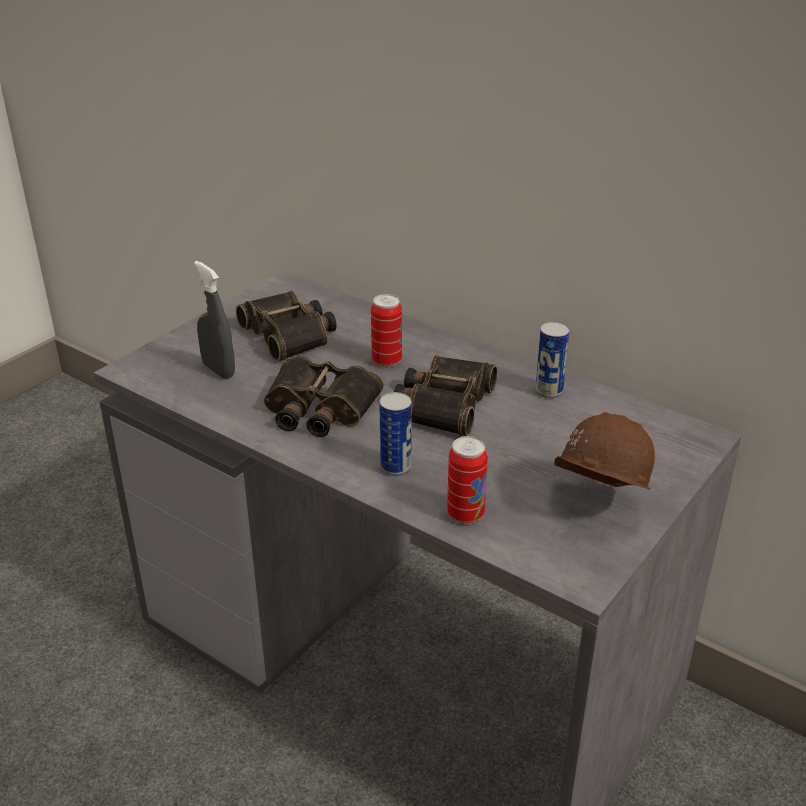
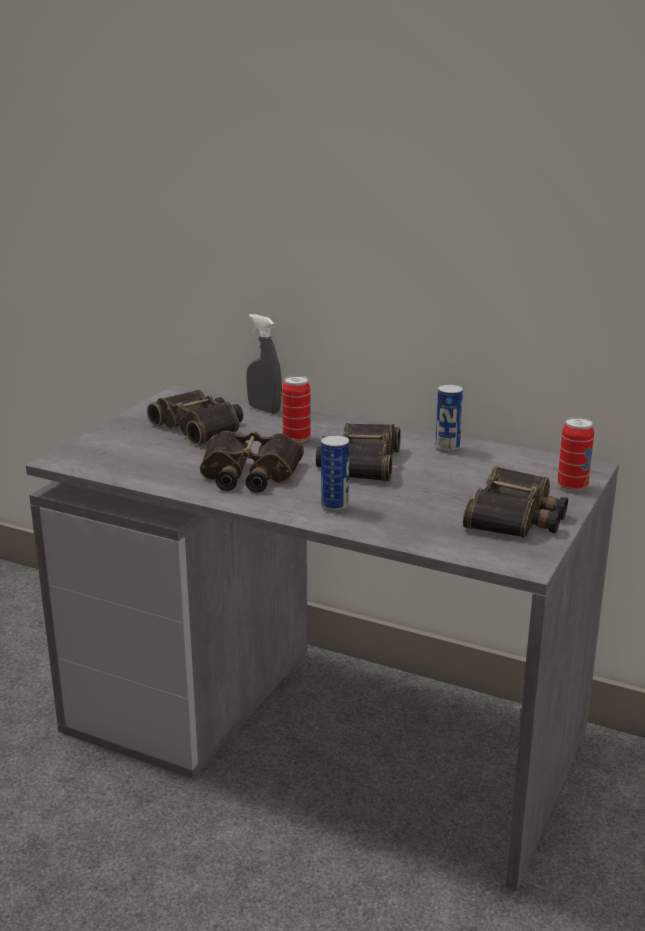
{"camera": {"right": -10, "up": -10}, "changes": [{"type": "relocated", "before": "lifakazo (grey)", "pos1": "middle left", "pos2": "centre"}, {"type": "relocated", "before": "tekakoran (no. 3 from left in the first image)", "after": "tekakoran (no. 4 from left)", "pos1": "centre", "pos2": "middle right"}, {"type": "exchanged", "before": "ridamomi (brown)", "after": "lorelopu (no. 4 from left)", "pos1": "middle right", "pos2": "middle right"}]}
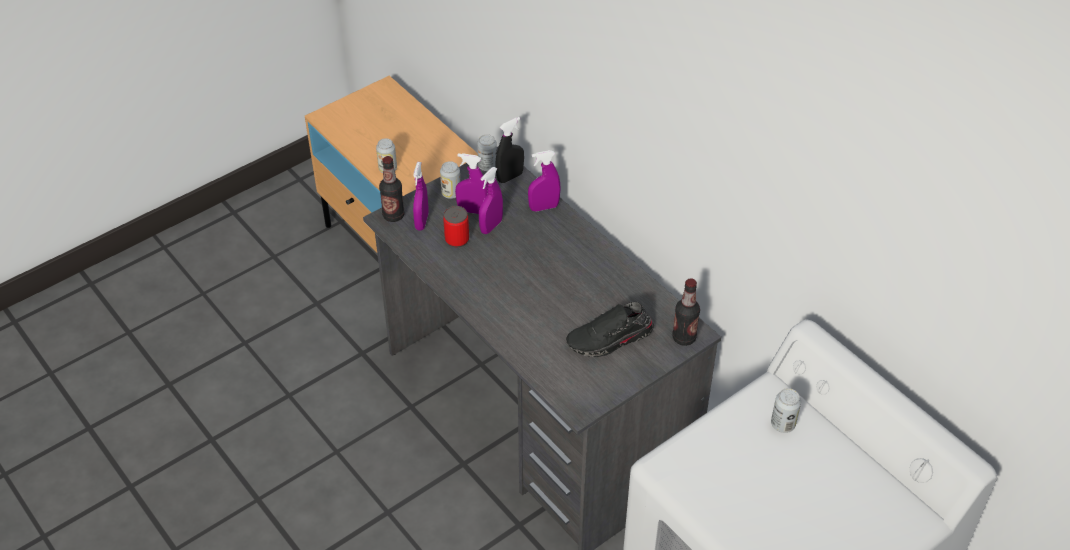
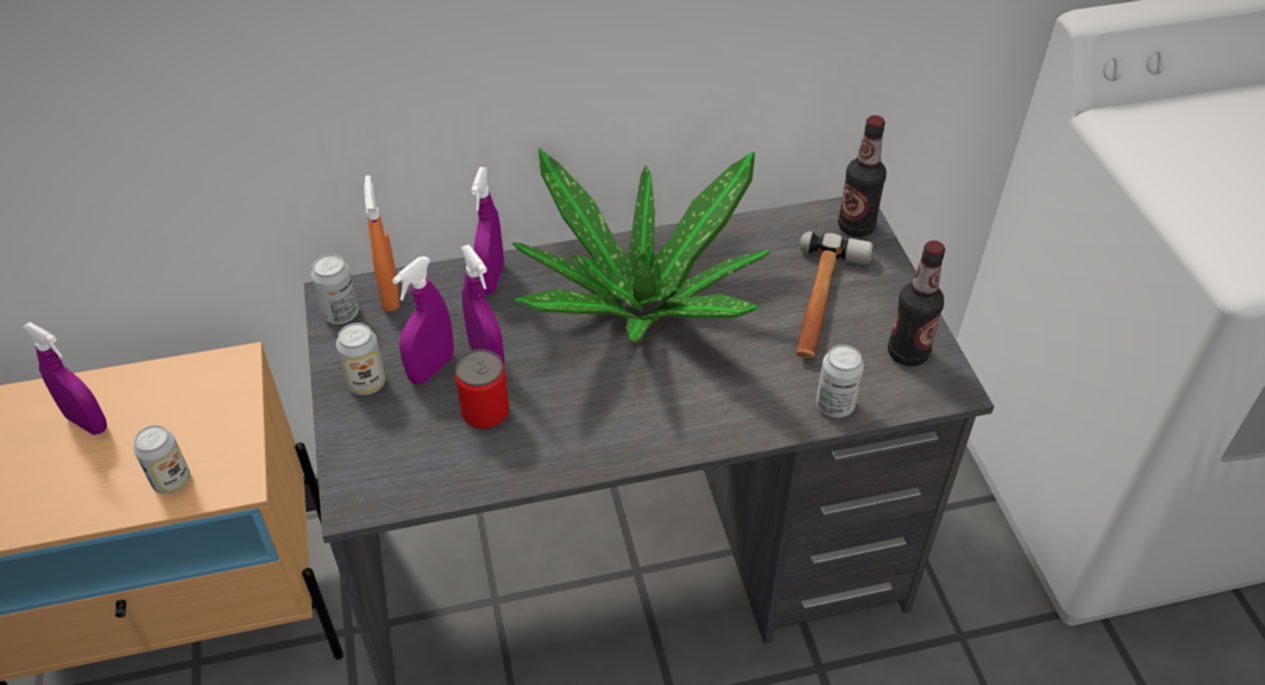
{"camera": {"right": -65, "up": 0}, "changes": [{"type": "relocated", "before": "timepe (no. 1 from left in the first image)", "after": "timepe (no. 2 from left)", "pos1": "centre", "pos2": "middle right"}, {"type": "relocated", "before": "lifakazo (purple) (no. 1 from left)", "pos1": "centre", "pos2": "middle left"}, {"type": "colour", "before": "lifakazo (black)", "after": "lifakazo (orange)", "pos1": "top centre", "pos2": "middle left"}, {"type": "exchanged", "before": "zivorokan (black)", "after": "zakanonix", "pos1": "centre", "pos2": "centre"}, {"type": "relocated", "before": "tekakoran (no. 5 from left)", "pos1": "bottom right", "pos2": "centre"}, {"type": "appeared", "after": "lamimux", "pos2": "centre"}]}
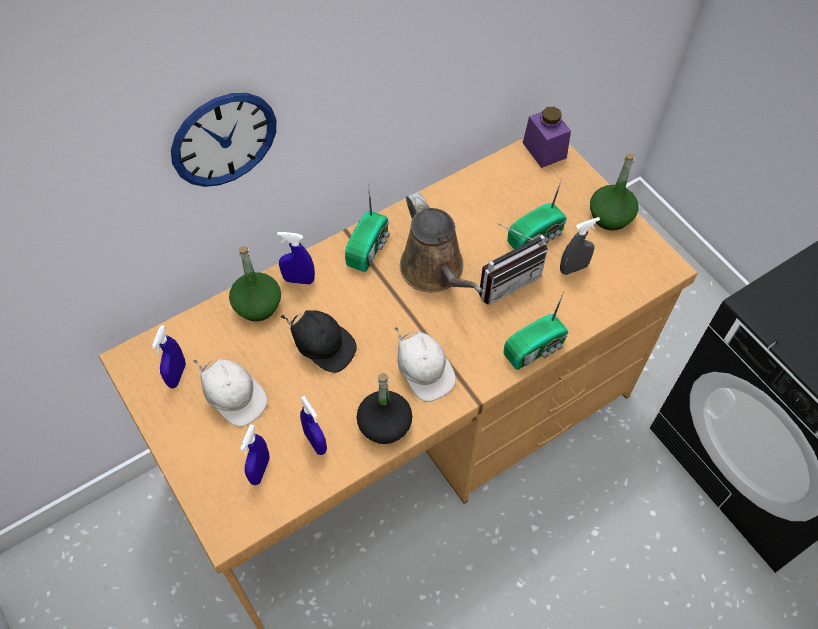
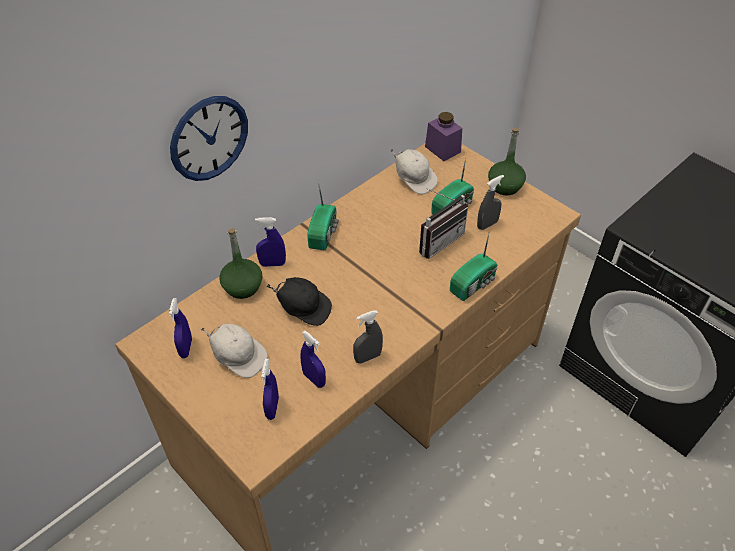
{"camera": {"right": -10, "up": -10}, "changes": [{"type": "exchanged", "before": "timepe (black)", "after": "lifakazo (grey) (no. 1 from left)", "pos1": "centre", "pos2": "centre"}, {"type": "relocated", "before": "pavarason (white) (no. 2 from left)", "pos1": "centre", "pos2": "top centre"}, {"type": "missing", "before": "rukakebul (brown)", "pos1": "centre"}]}
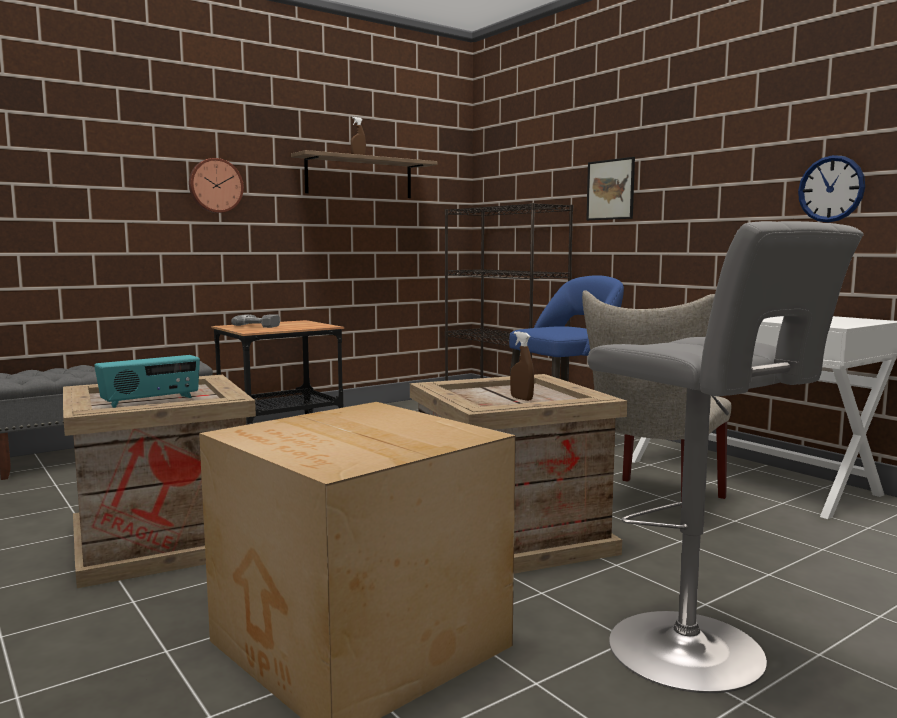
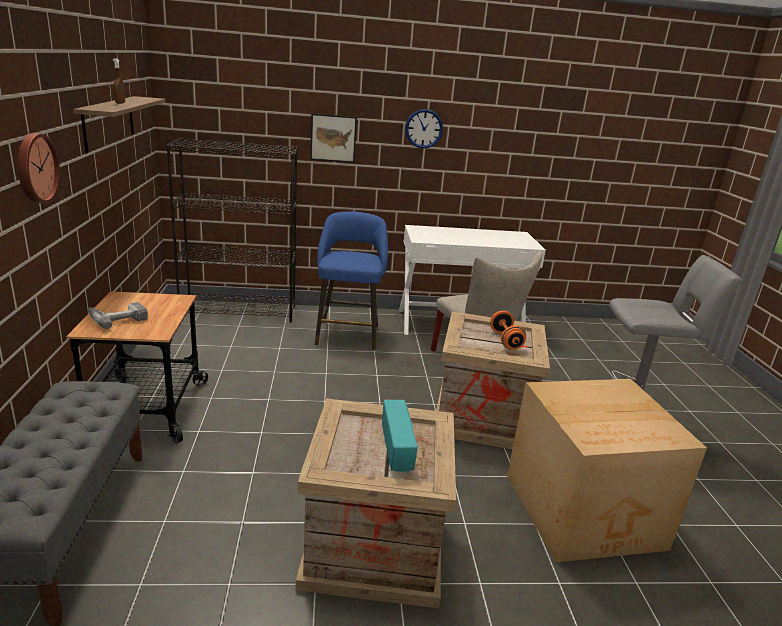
{"camera": {"right": -60, "up": 15}, "changes": [{"type": "exchanged", "before": "lifakazo (brown) (no. 2 from left)", "after": "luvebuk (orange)", "pos1": "centre", "pos2": "centre"}, {"type": "relocated", "before": "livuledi (no. 2 from left)", "pos1": "top right", "pos2": "top centre"}]}
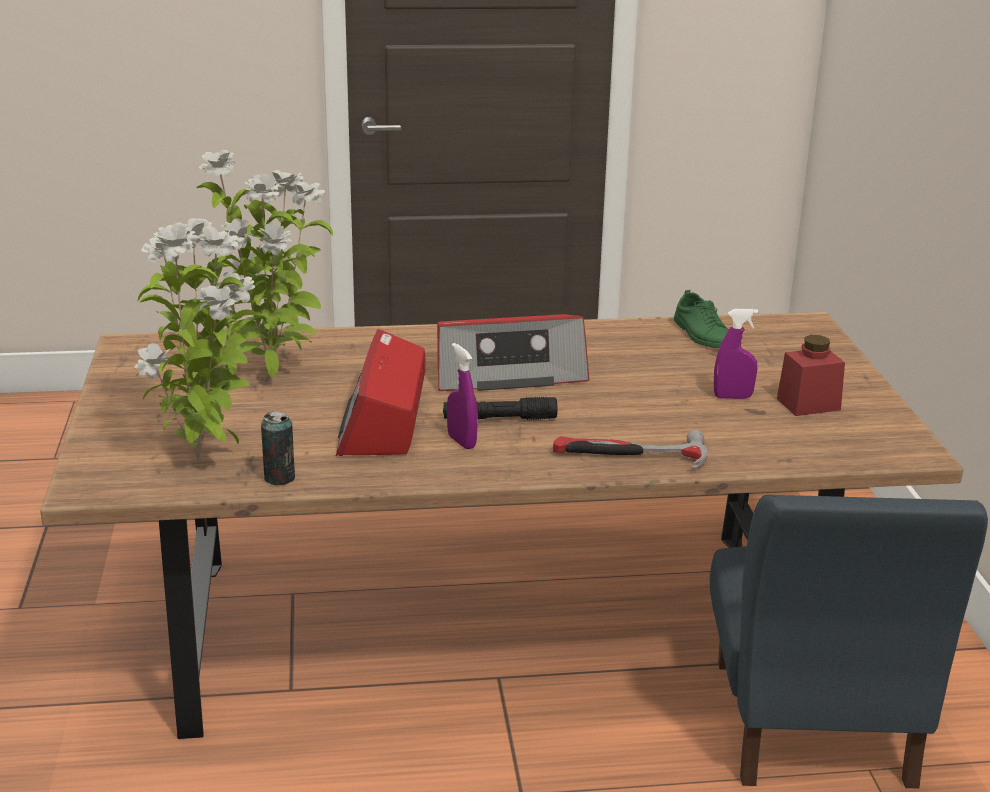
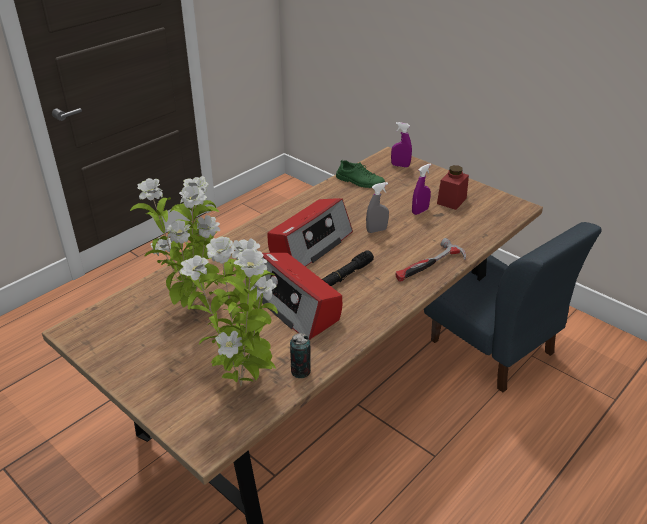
{"camera": {"right": -40, "up": 10}, "changes": [{"type": "relocated", "before": "lifakazo (purple) (no. 1 from left)", "pos1": "centre", "pos2": "top centre"}, {"type": "appeared", "after": "lifakazo (grey)", "pos2": "centre"}]}
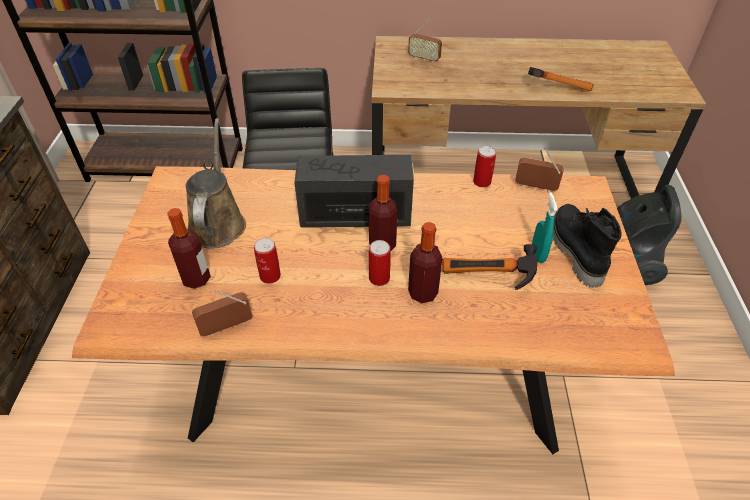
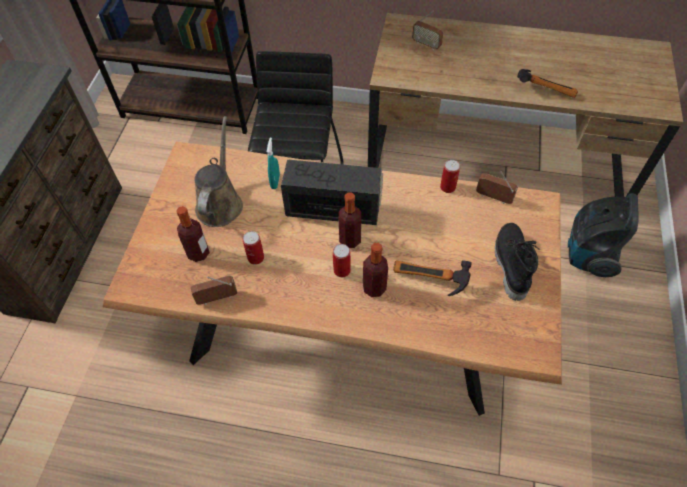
{"camera": {"right": 10, "up": 10}, "changes": [{"type": "relocated", "before": "lifakazo (turquoise)", "pos1": "middle right", "pos2": "centre"}]}
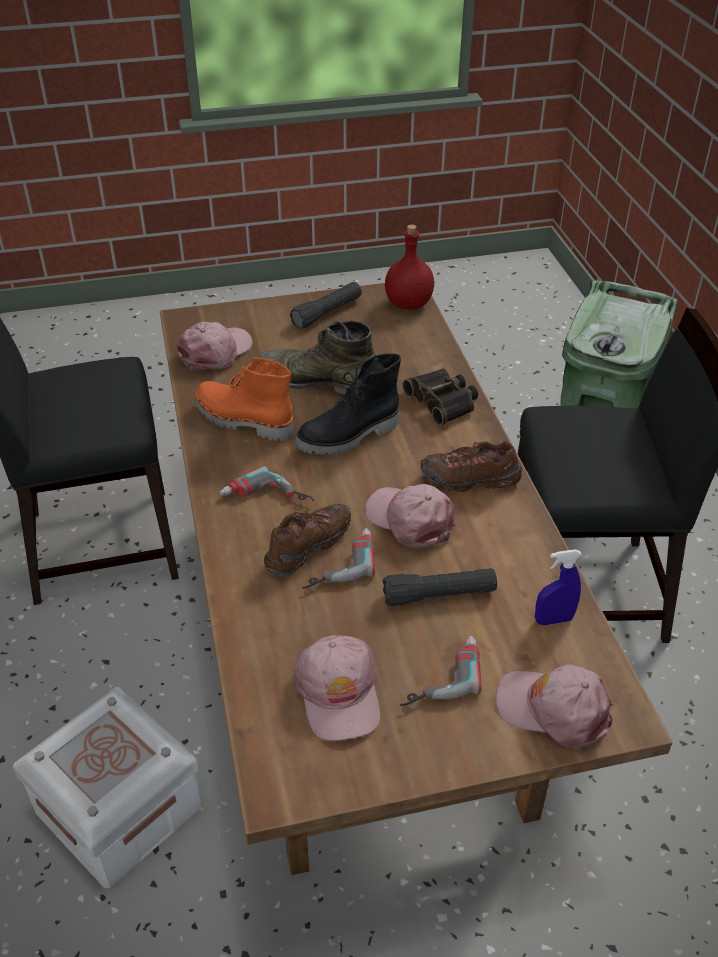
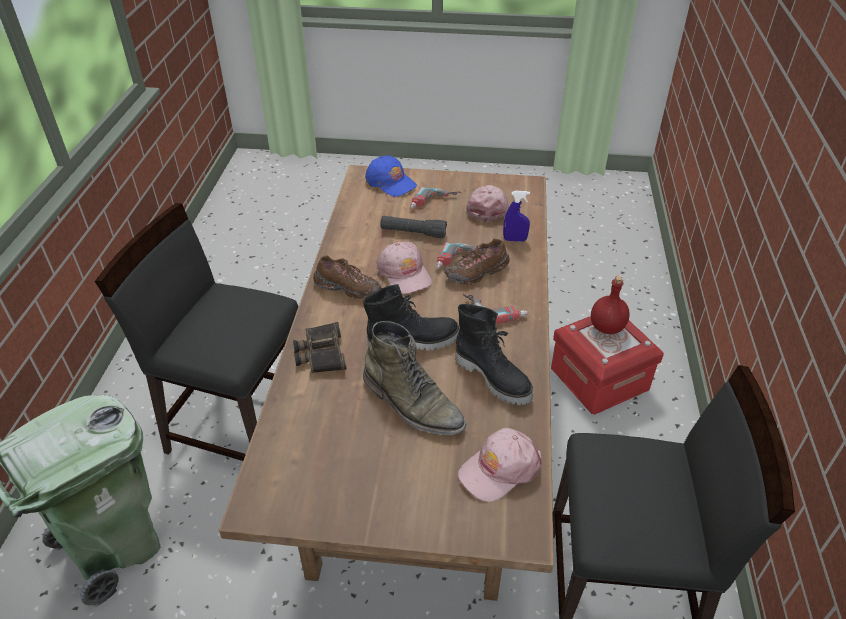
{"camera": {"right": -160, "up": 0}, "changes": [{"type": "colour", "before": "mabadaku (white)", "after": "mabadaku (red)", "pos1": "bottom left", "pos2": "middle right"}, {"type": "colour", "before": "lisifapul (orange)", "after": "lisifapul (black) (no. 2 from left)", "pos1": "centre", "pos2": "centre"}, {"type": "missing", "before": "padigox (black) (no. 1 from left)", "pos1": "top centre"}, {"type": "relocated", "before": "timepe (red)", "pos1": "top centre", "pos2": "middle right"}, {"type": "colour", "before": "pavarason (pink) (no. 4 from left)", "after": "pavarason (blue)", "pos1": "bottom right", "pos2": "top centre"}, {"type": "relocated", "before": "lifakazo (blue)", "pos1": "middle right", "pos2": "centre"}]}
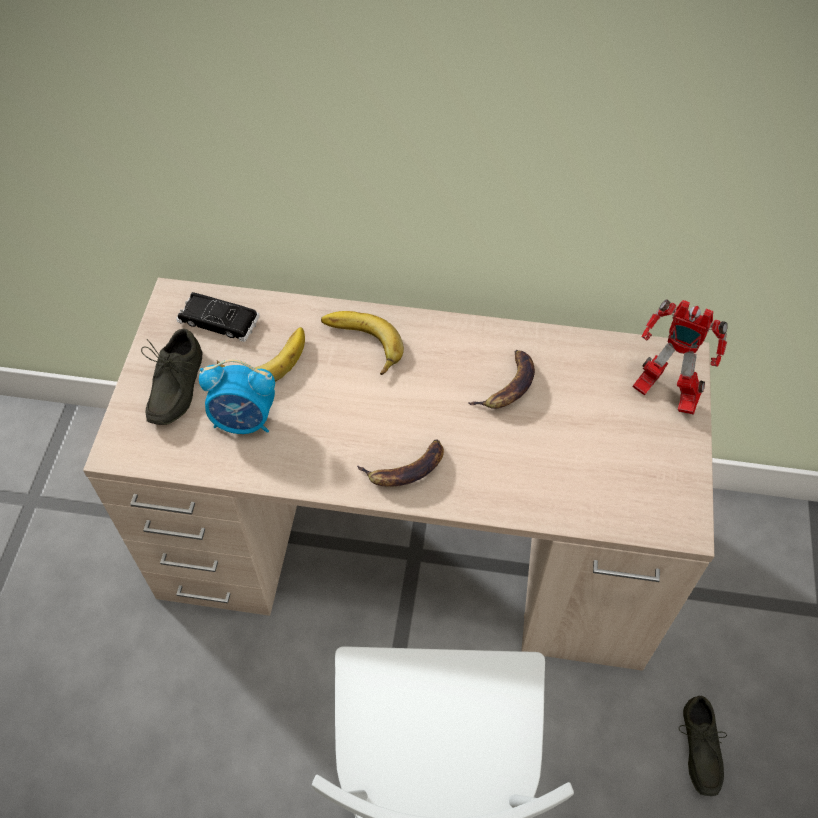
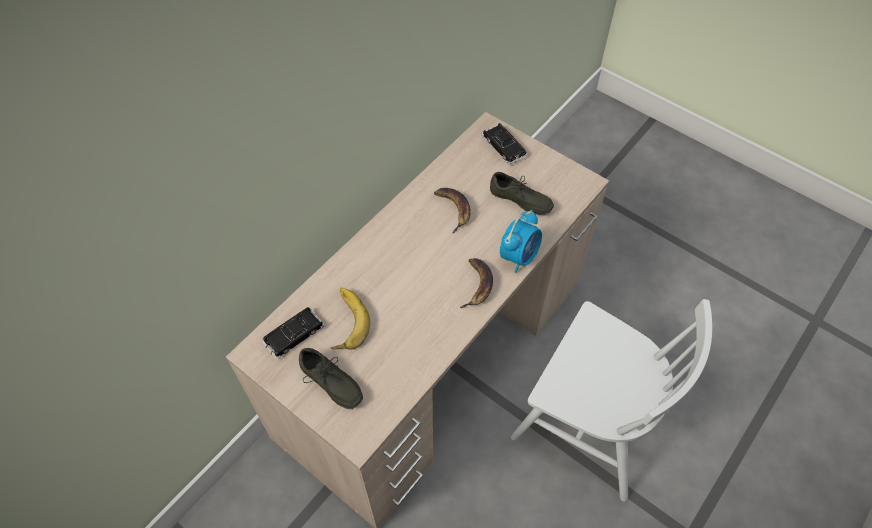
{"camera": {"right": -60, "up": 0}, "changes": [{"type": "relocated", "before": "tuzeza", "pos1": "middle left", "pos2": "centre"}, {"type": "missing", "before": "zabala (no. 2 from left)", "pos1": "centre"}, {"type": "exchanged", "before": "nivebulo", "after": "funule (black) (no. 2 from left)", "pos1": "middle right", "pos2": "top centre"}, {"type": "relocated", "before": "zivorokan (grey) (no. 2 from left)", "pos1": "bottom right", "pos2": "centre"}]}
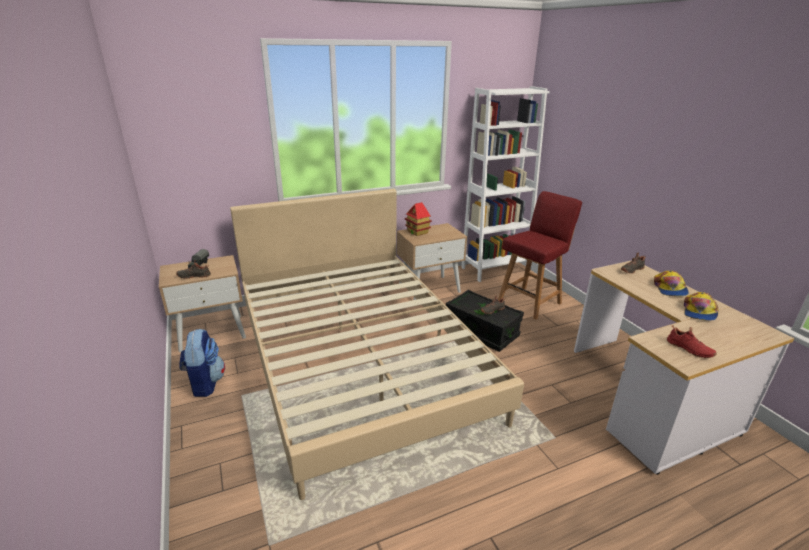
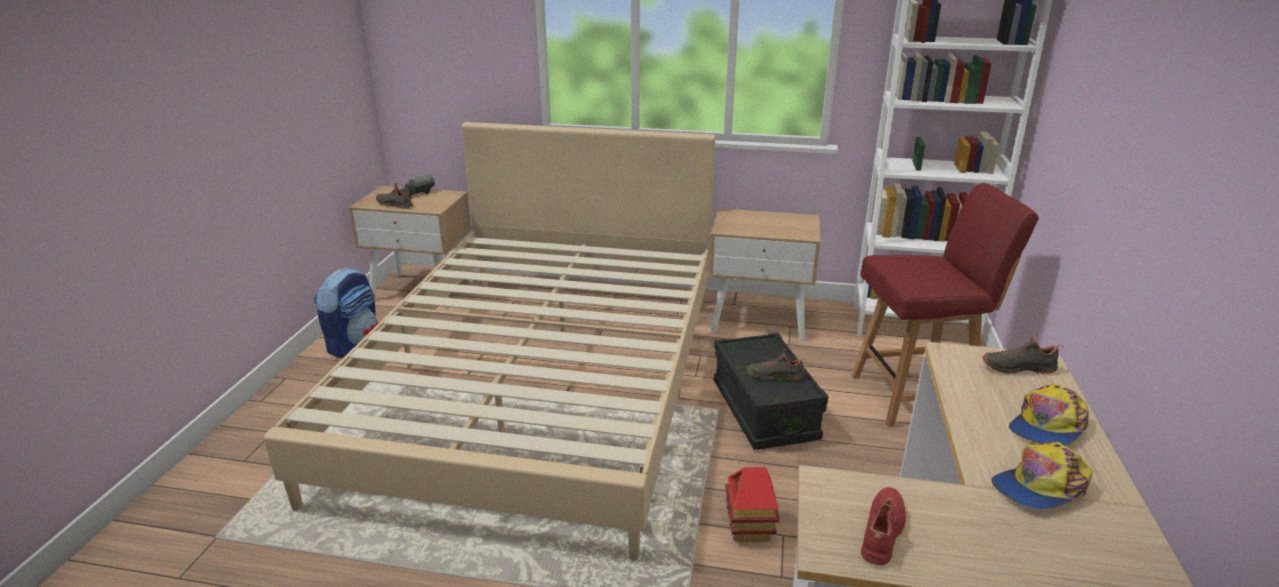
{"camera": {"right": 35, "up": 0}, "changes": [{"type": "relocated", "before": "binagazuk", "pos1": "centre", "pos2": "bottom centre"}, {"type": "spun", "before": "zivorokan (red)", "pos1": "middle right", "pos2": "bottom right", "turn": -150}]}
